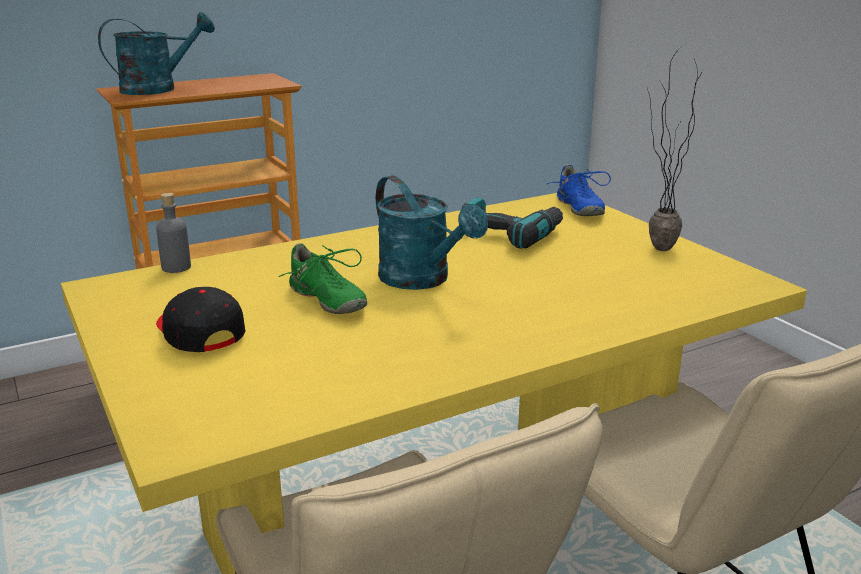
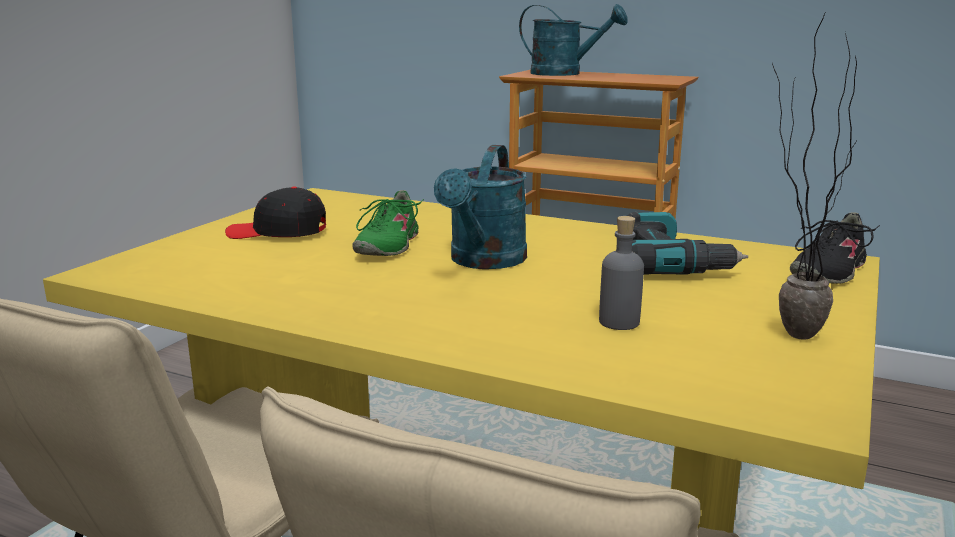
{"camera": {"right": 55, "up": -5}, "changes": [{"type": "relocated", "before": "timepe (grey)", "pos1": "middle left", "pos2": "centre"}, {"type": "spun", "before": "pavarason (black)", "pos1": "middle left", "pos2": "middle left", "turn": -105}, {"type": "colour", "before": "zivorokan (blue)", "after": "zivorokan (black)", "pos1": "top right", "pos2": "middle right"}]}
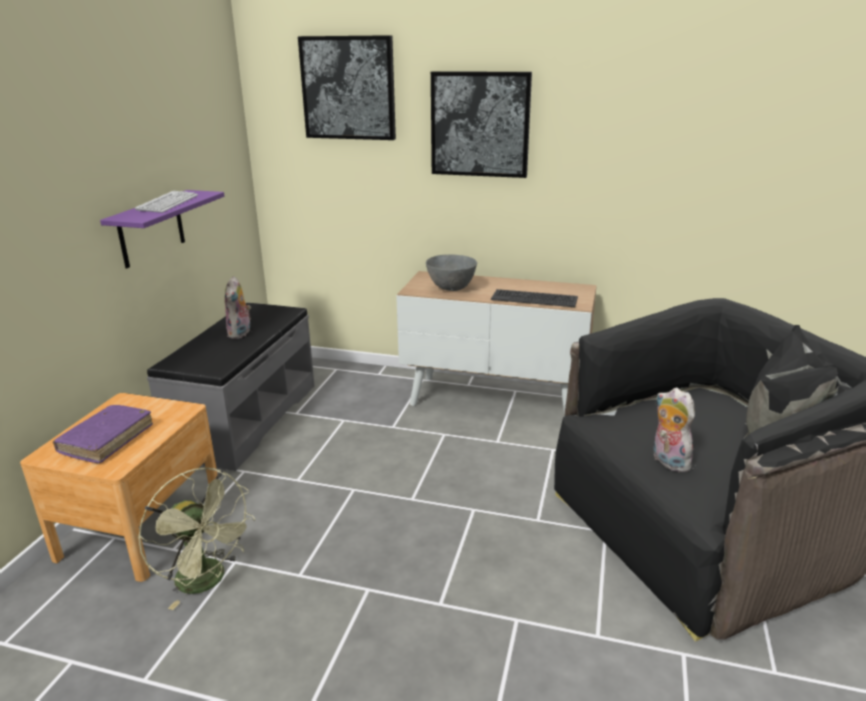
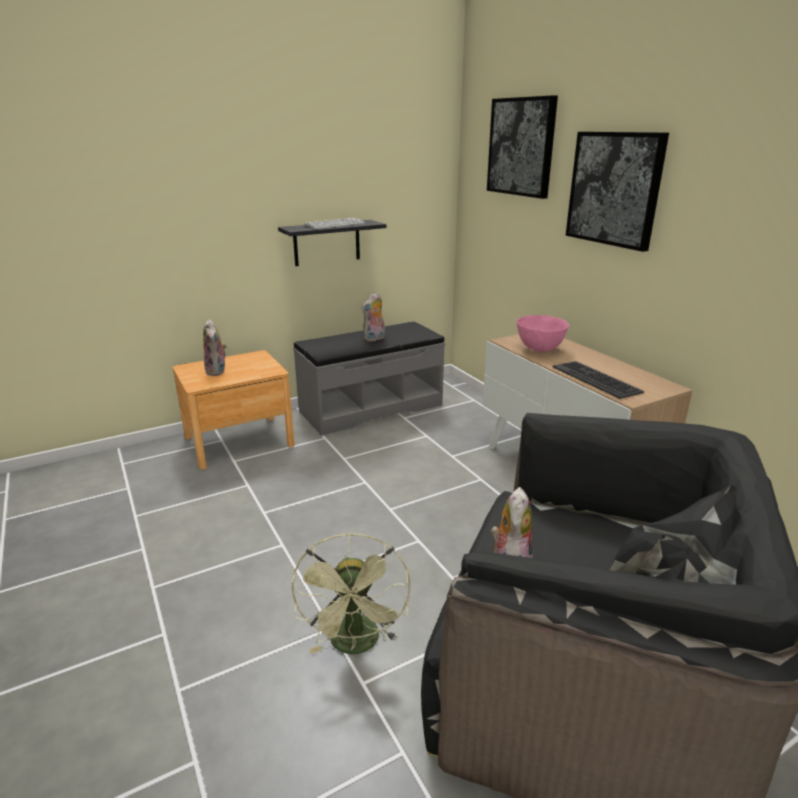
{"camera": {"right": 45, "up": 0}, "changes": [{"type": "exchanged", "before": "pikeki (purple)", "after": "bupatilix (no. 1 from left)", "pos1": "middle left", "pos2": "middle left"}, {"type": "colour", "before": "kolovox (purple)", "after": "kolovox (black)", "pos1": "top left", "pos2": "top centre"}, {"type": "relocated", "before": "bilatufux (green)", "pos1": "bottom left", "pos2": "bottom centre"}, {"type": "colour", "before": "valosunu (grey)", "after": "valosunu (pink)", "pos1": "centre", "pos2": "middle right"}]}
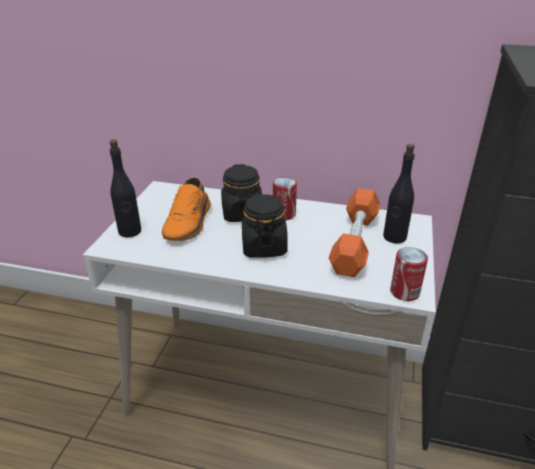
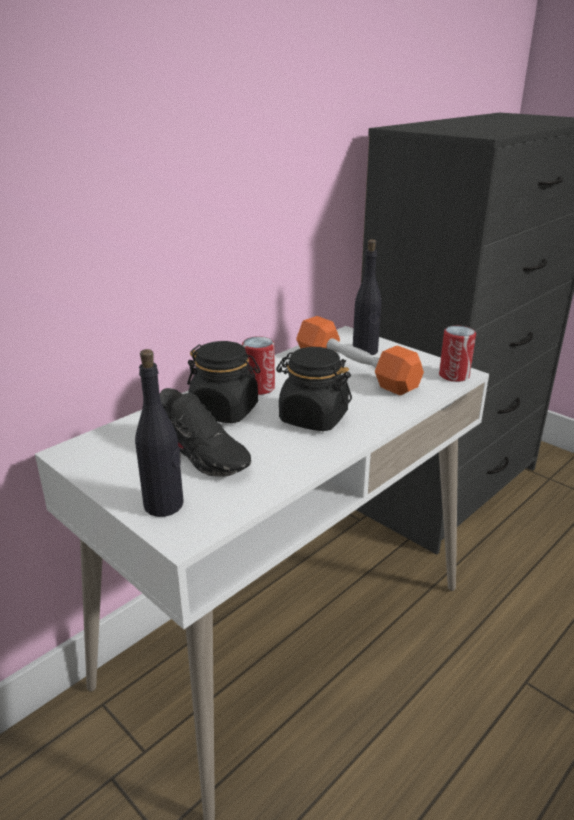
{"camera": {"right": -60, "up": -5}, "changes": [{"type": "colour", "before": "zivorokan (orange)", "after": "zivorokan (black)", "pos1": "centre", "pos2": "centre"}]}
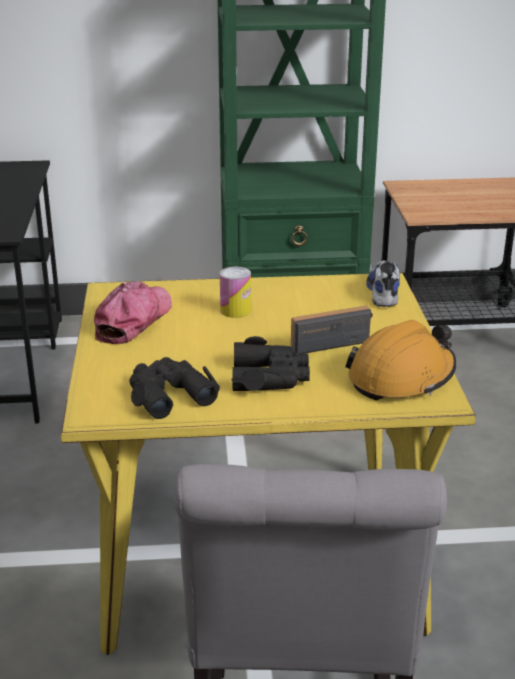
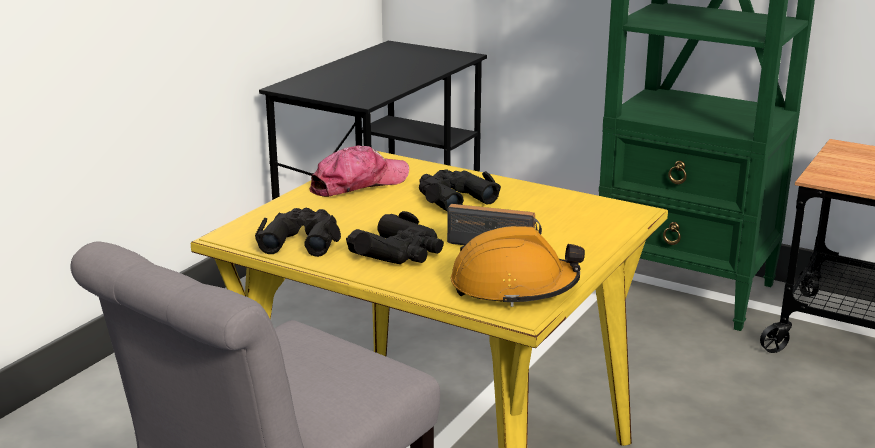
{"camera": {"right": 35, "up": -5}, "changes": [{"type": "exchanged", "before": "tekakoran", "after": "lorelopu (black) (no. 3 from left)", "pos1": "centre", "pos2": "centre"}, {"type": "missing", "before": "zivorokan", "pos1": "middle right"}]}
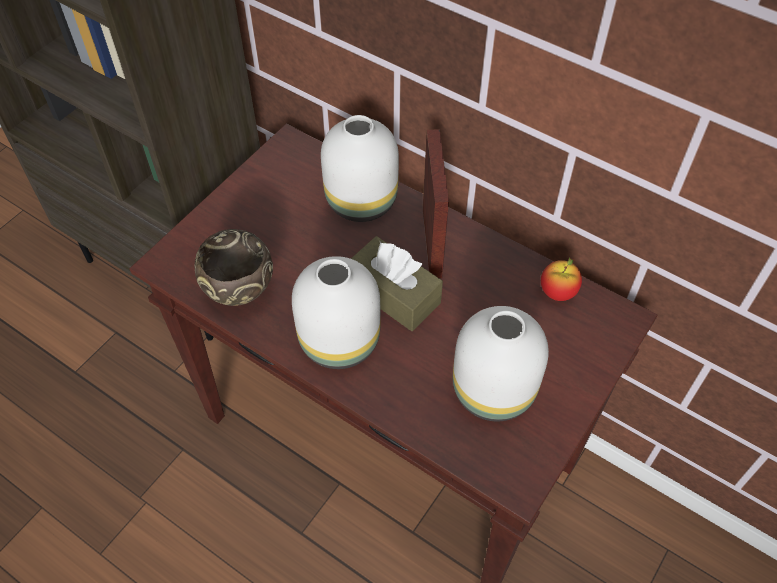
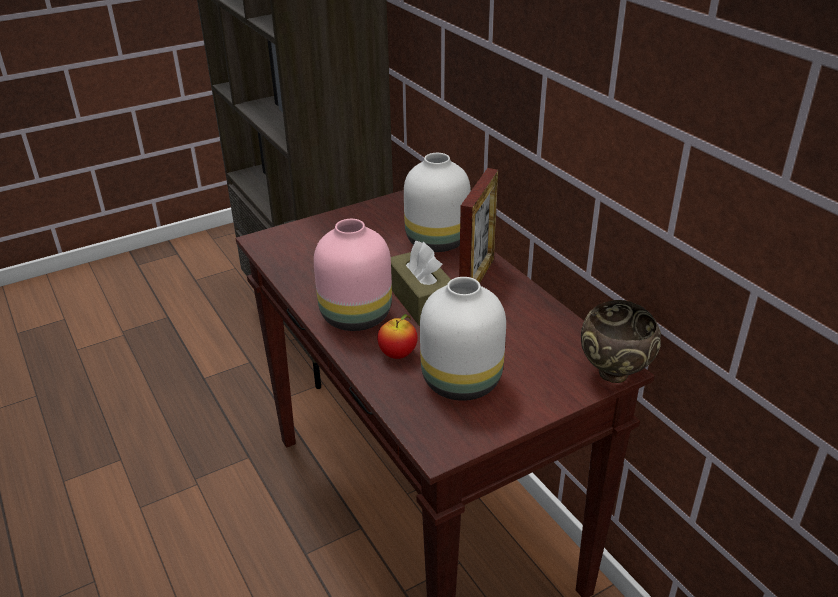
{"camera": {"right": 25, "up": -20}, "changes": [{"type": "relocated", "before": "valosunu (brown)", "pos1": "middle left", "pos2": "middle right"}, {"type": "colour", "before": "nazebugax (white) (no. 1 from left)", "after": "nazebugax (pink)", "pos1": "centre", "pos2": "centre"}, {"type": "relocated", "before": "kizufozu", "pos1": "middle right", "pos2": "centre"}]}
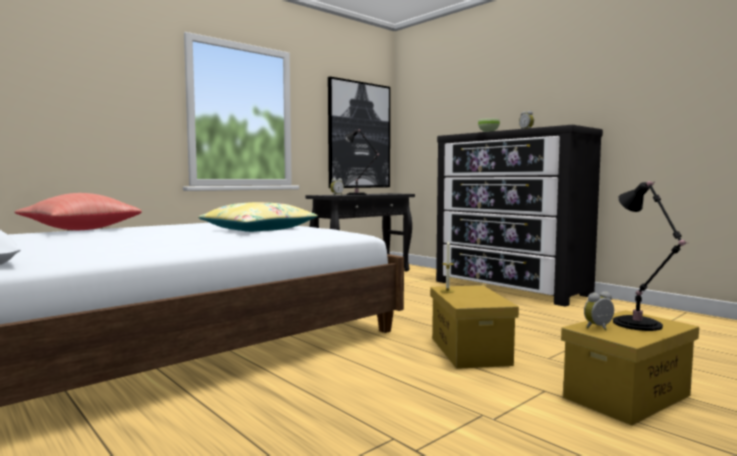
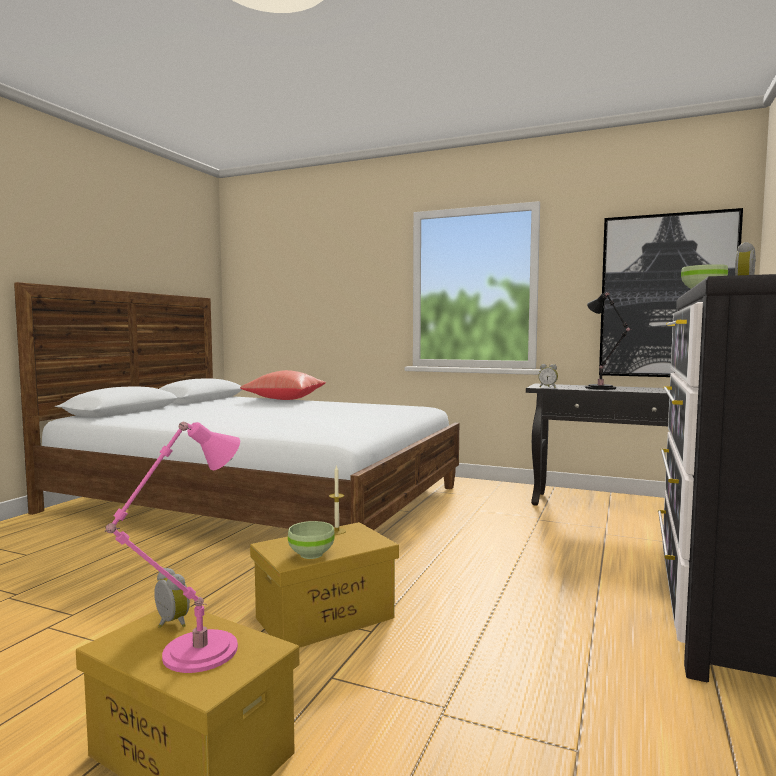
{"camera": {"right": 65, "up": 0}, "changes": [{"type": "missing", "before": "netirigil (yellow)", "pos1": "centre"}, {"type": "colour", "before": "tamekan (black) (no. 2 from left)", "after": "tamekan (pink)", "pos1": "middle right", "pos2": "bottom left"}, {"type": "appeared", "after": "valosunu (green) (no. 1 from left)", "pos2": "bottom centre"}]}
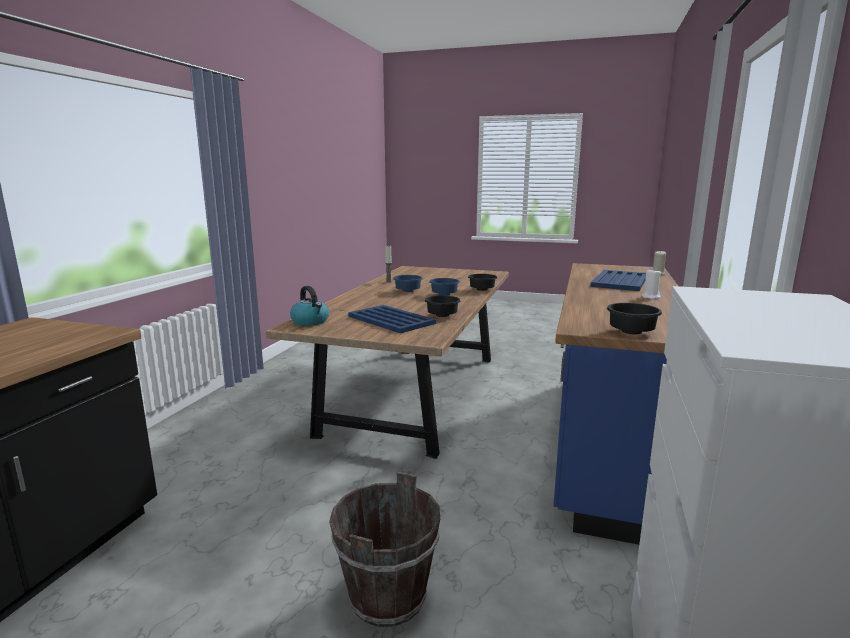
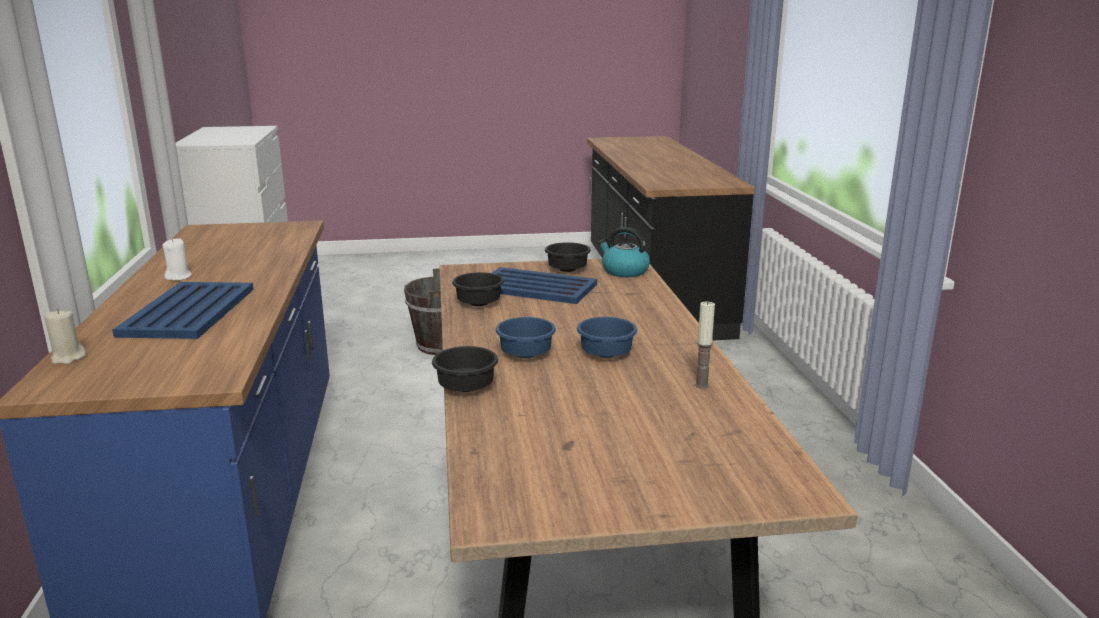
{"camera": {"right": 155, "up": 5}, "changes": [{"type": "relocated", "before": "valosunu (black) (no. 3 from left)", "pos1": "middle right", "pos2": "centre"}]}
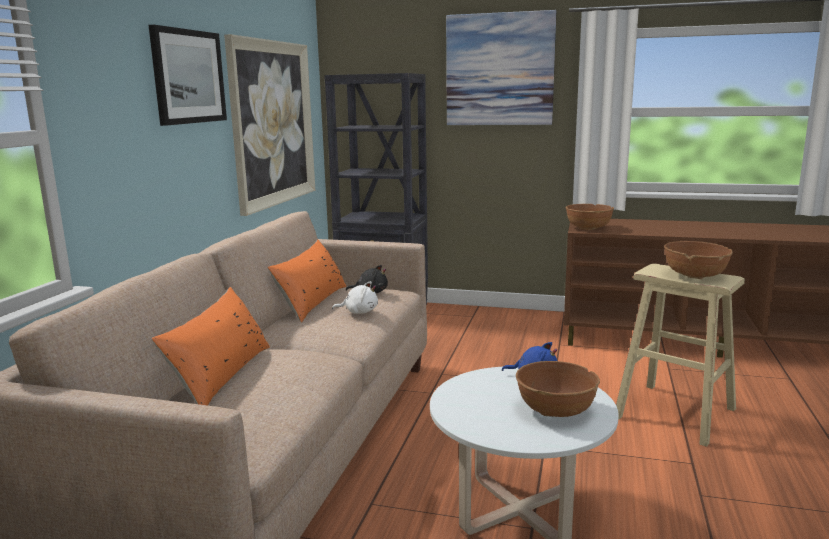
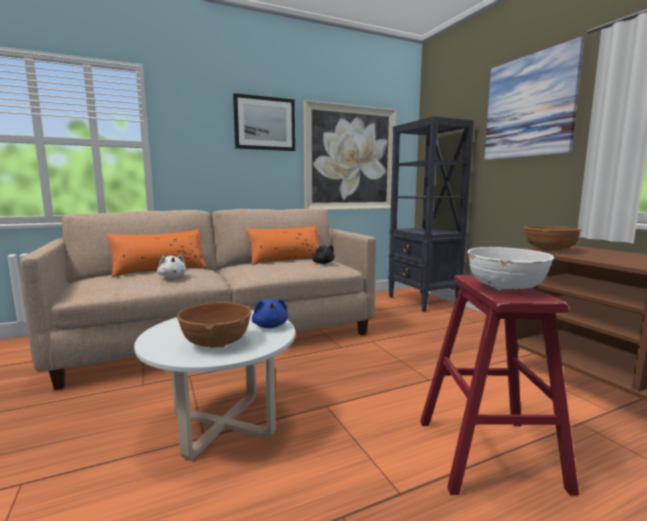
{"camera": {"right": 50, "up": -5}, "changes": [{"type": "relocated", "before": "bupatilix (white)", "pos1": "centre", "pos2": "middle left"}, {"type": "colour", "before": "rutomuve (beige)", "after": "rutomuve (red)", "pos1": "middle right", "pos2": "bottom right"}, {"type": "colour", "before": "valosunu (brown) (no. 3 from left)", "after": "valosunu (white)", "pos1": "middle right", "pos2": "middle right"}]}
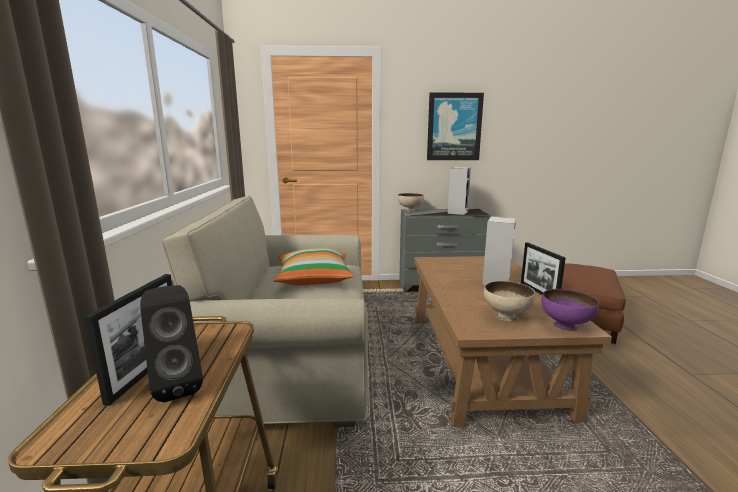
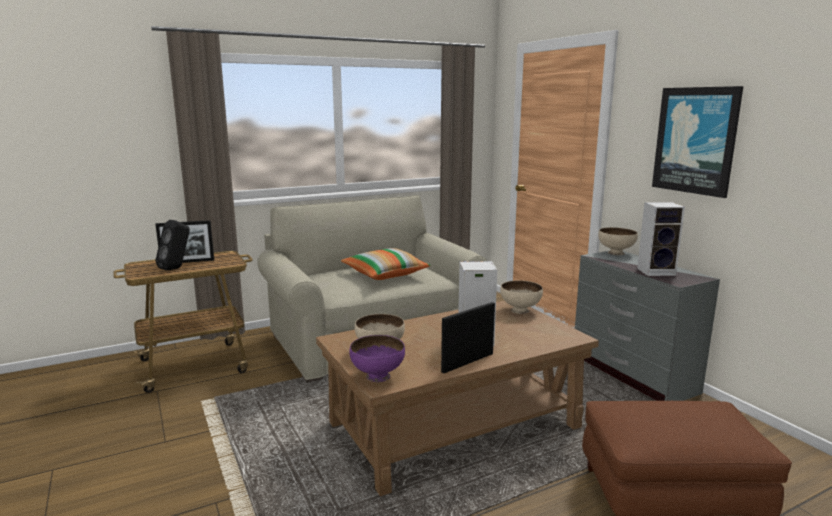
{"camera": {"right": 65, "up": 0}, "changes": [{"type": "appeared", "after": "valosunu (beige) (no. 2 from left)", "pos2": "centre"}]}
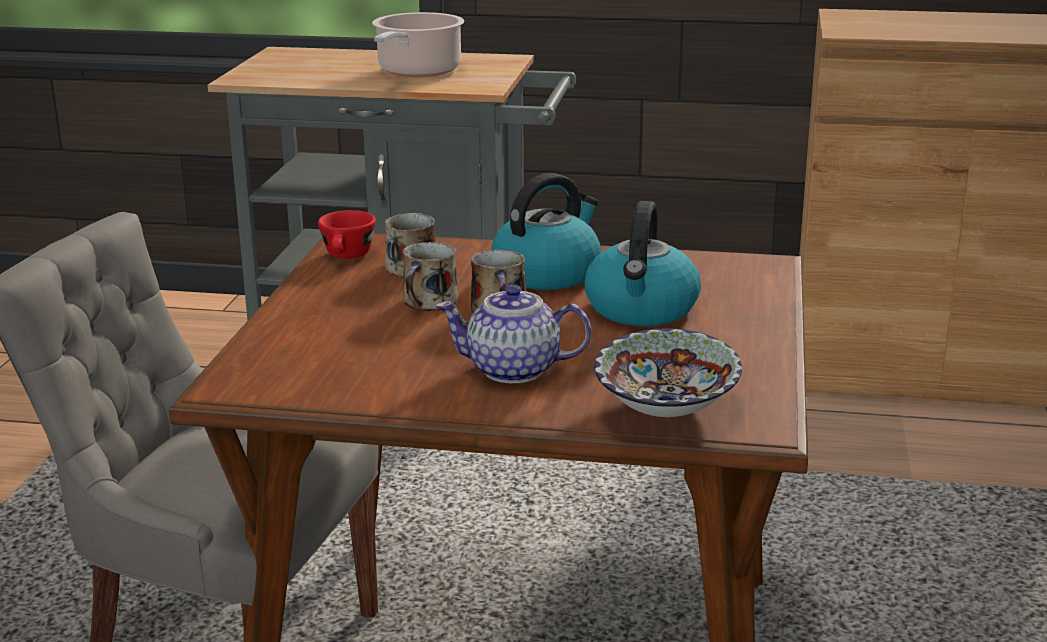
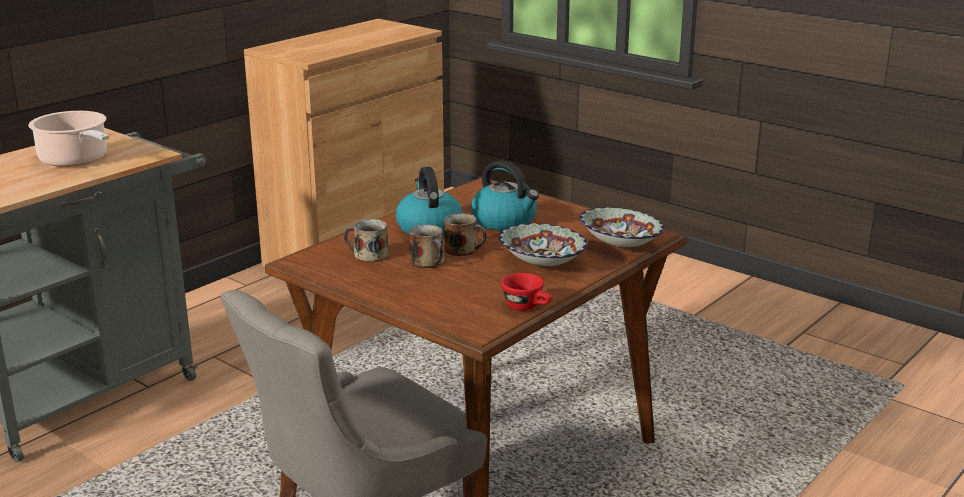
{"camera": {"right": -60, "up": 0}, "changes": [{"type": "relocated", "before": "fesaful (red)", "pos1": "middle left", "pos2": "centre"}, {"type": "exchanged", "before": "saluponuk", "after": "valosunu (no. 1 from left)", "pos1": "centre", "pos2": "centre"}]}
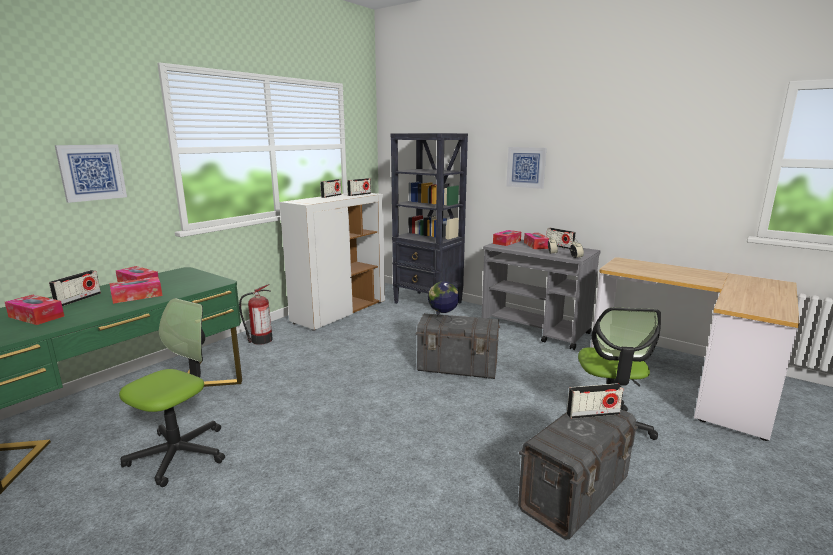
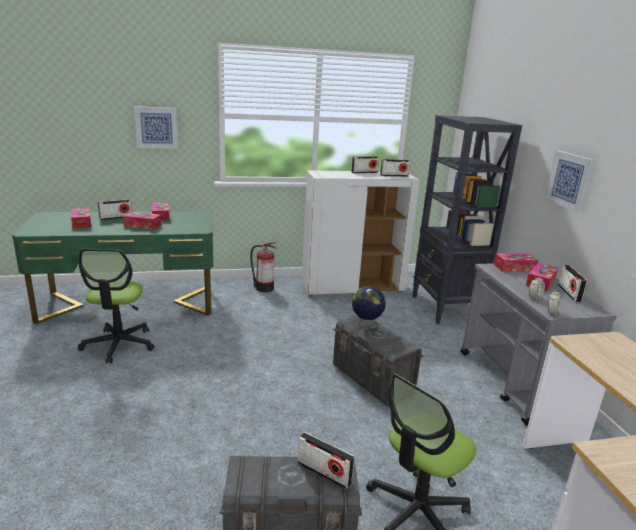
{"camera": {"right": 40, "up": 5}, "changes": [{"type": "spun", "before": "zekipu (no. 1 from left)", "pos1": "bottom left", "pos2": "middle left", "turn": 105}]}
